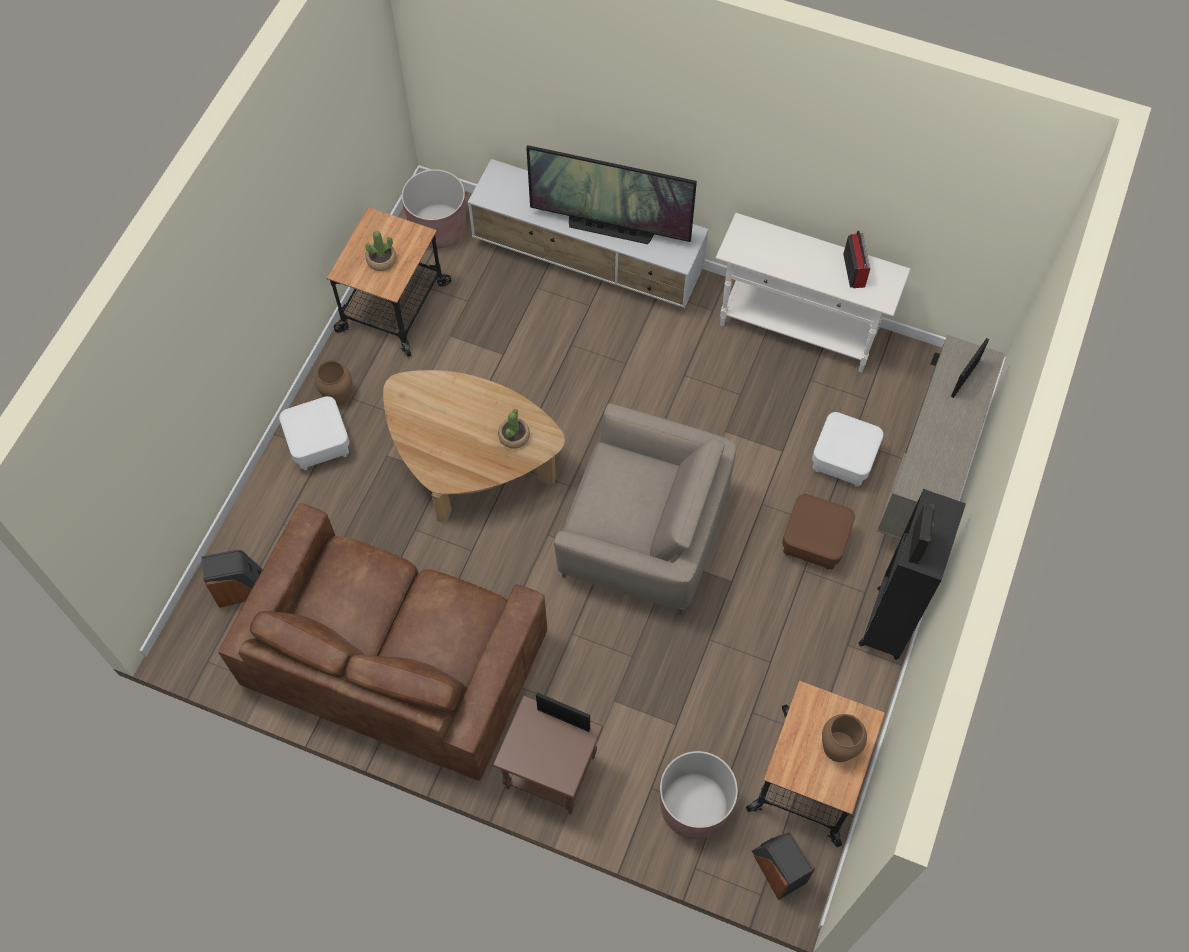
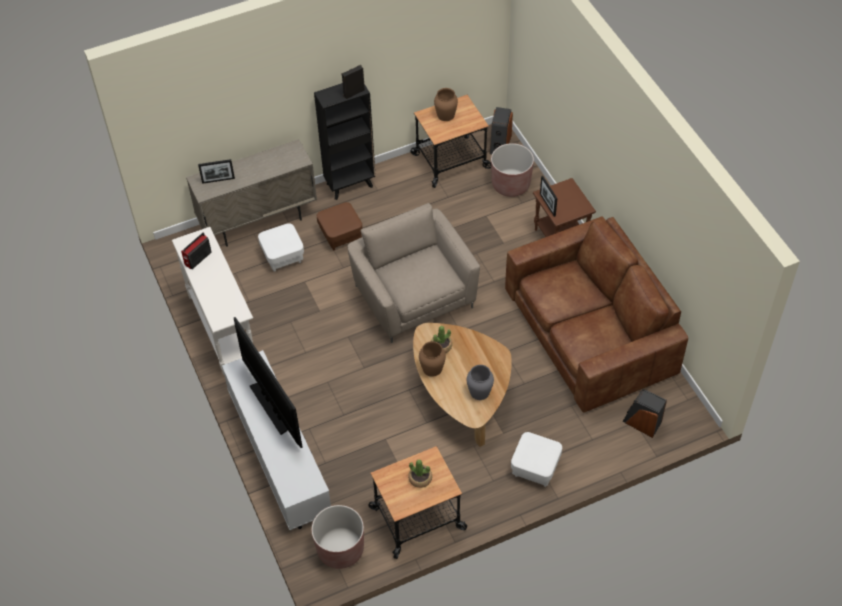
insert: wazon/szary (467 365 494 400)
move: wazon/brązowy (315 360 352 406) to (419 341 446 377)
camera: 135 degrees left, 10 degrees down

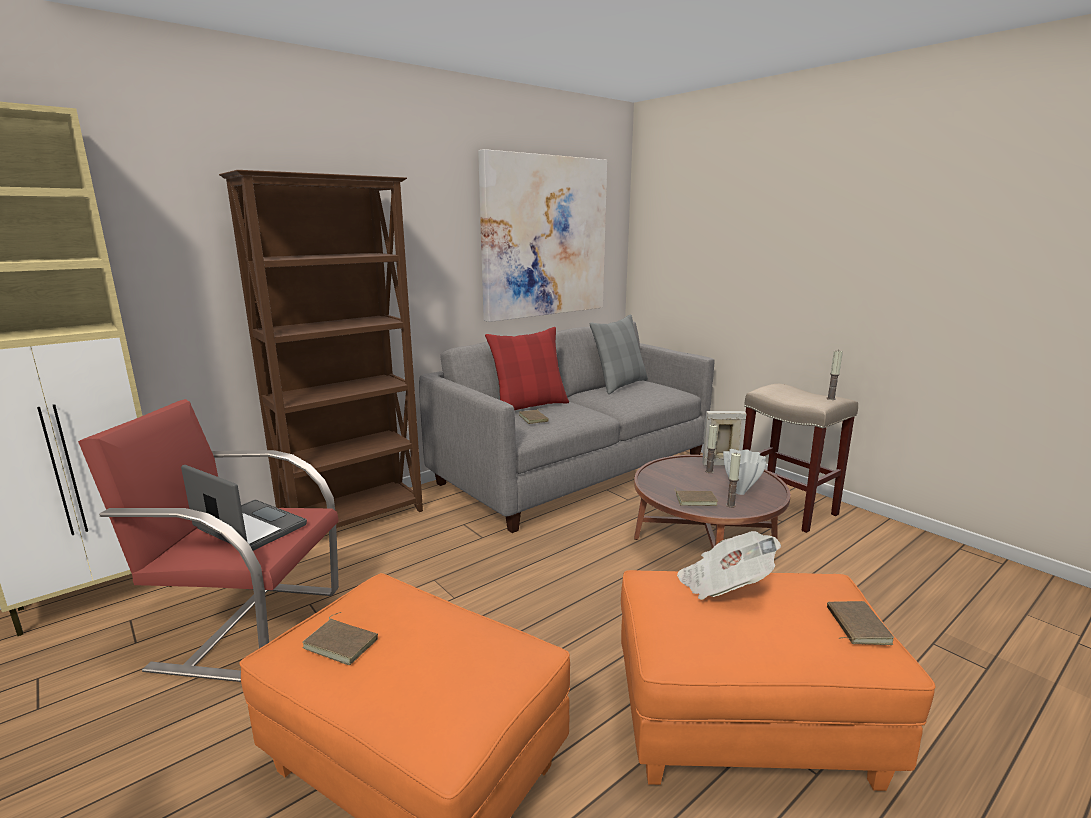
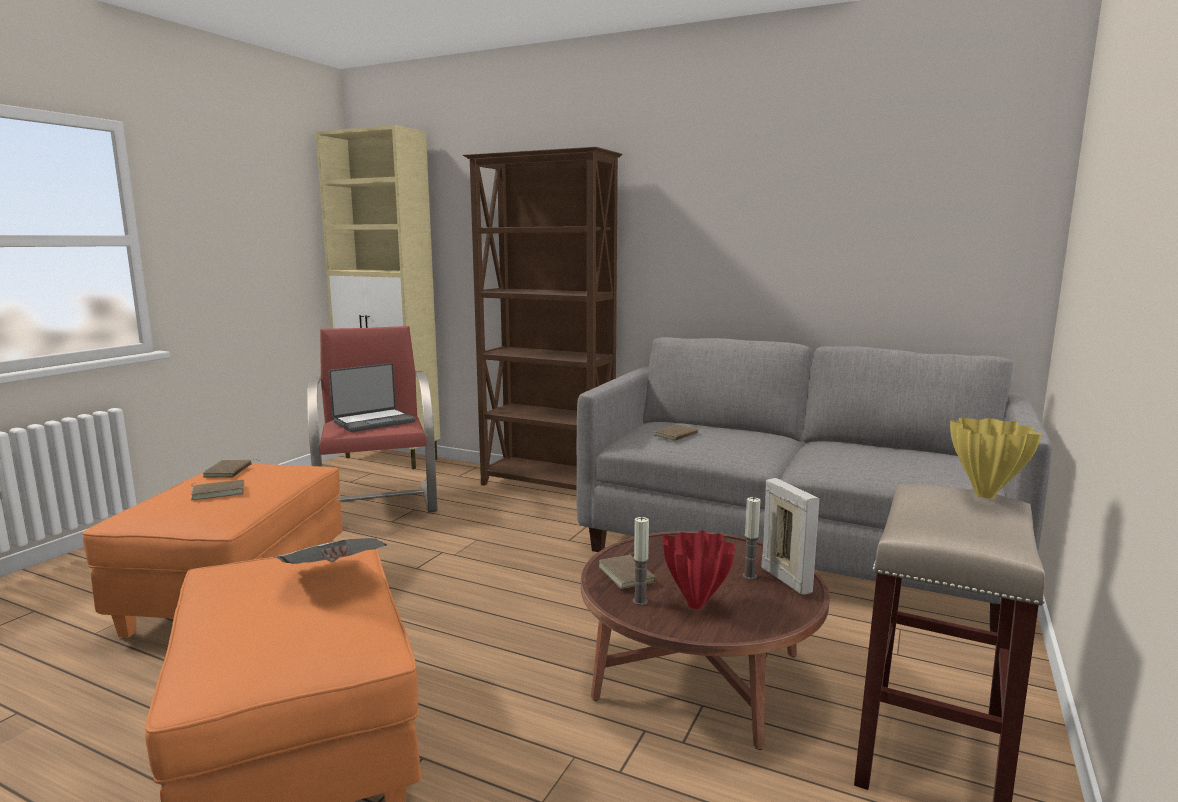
delete: obraz (478 149 607 322); poduszka/czerwony (485 327 569 410); poduszka/szary (589 314 648 394); świeca (827 350 843 400)
insert: wazon/żółty (950 418 1041 498)
move: książka/brązowy (827 601 894 645) to (191 480 244 500)
recolor: wazon/biały (723 449 766 495) to wazon/czerwony (662 531 735 609)
rotate: laptop (181 465 307 551) = (329 363 416 432) 45 degrees clockwise
camera: 65 degrees right, 5 degrees down

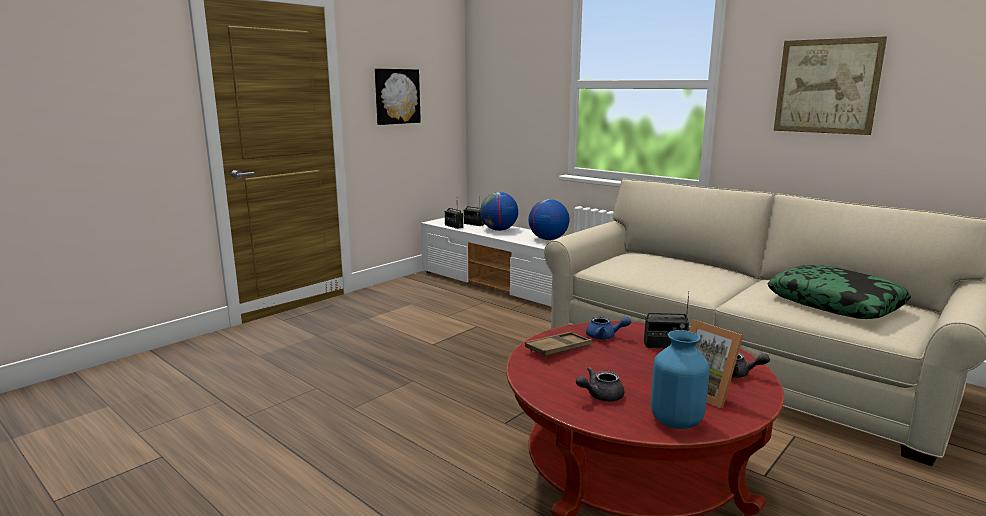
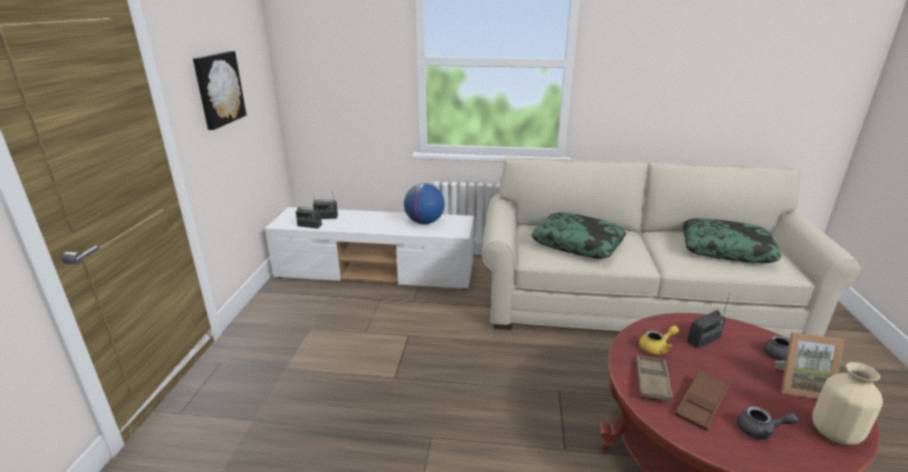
delete: globus (480 192 518 231); obraz (774 36 887 135)
insert: poduszka (531 212 626 259); taca/brązowy (675 371 730 431)
recolor: imbryk/niebieski (586 316 631 339) to imbryk/żółty (639 325 679 355); wazon/niebieski (651 330 710 429) to wazon/beżowy (812 362 883 445)
rotate: imbryk/szary (576 367 624 402) = (737 406 798 440) 105 degrees counterclockwise
camera: 35 degrees left, 10 degrees up

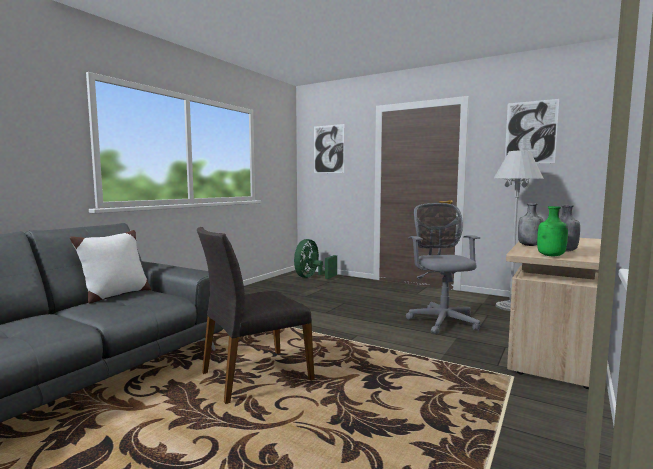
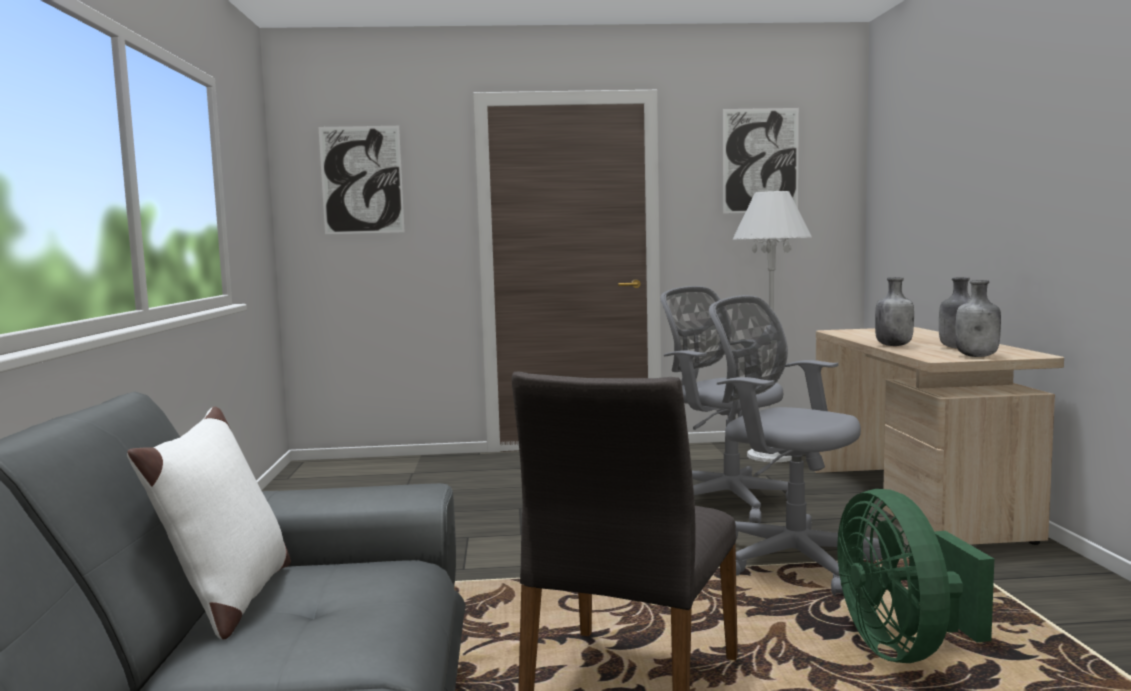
insert: krzesło biurowe/szary (709 295 882 595)
move: wentylator/zielony (294 239 337 279) to (837 489 994 663)
recolor: butelka/zielony (537 206 568 256) to butelka/szary (955 280 1001 357)
camera: 35 degrees left, 0 degrees up

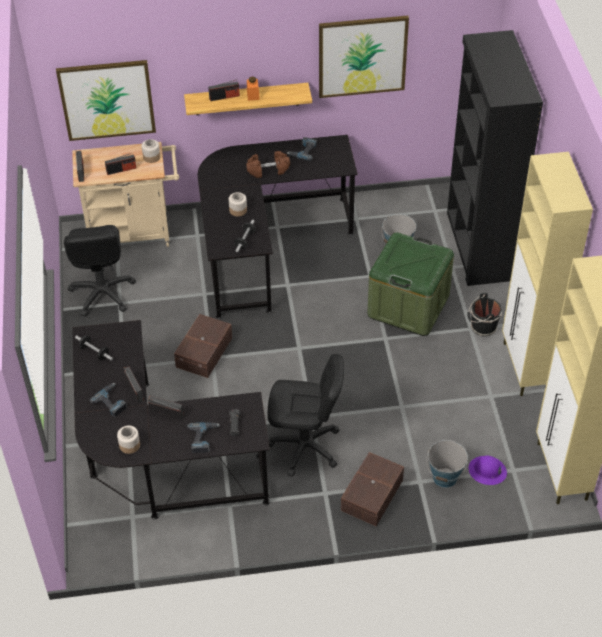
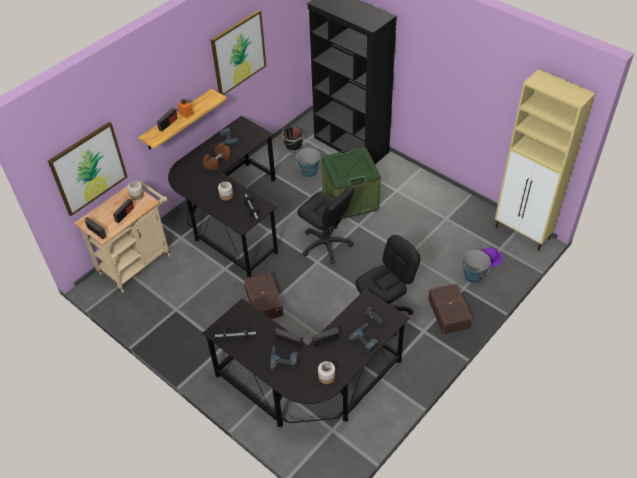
delete: szafka/beżowy (502 152 593 396)
move: krzesło biurowe/czarny (64 225 136 316) to (297 186 355 264); wiadro/czarny (468 293 502 336) to (281 125 303 152)
camera: 40 degrees left, 0 degrees up

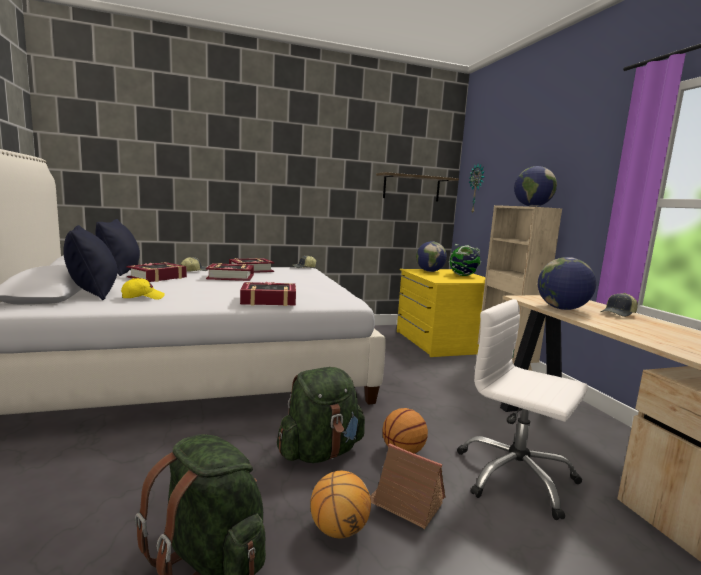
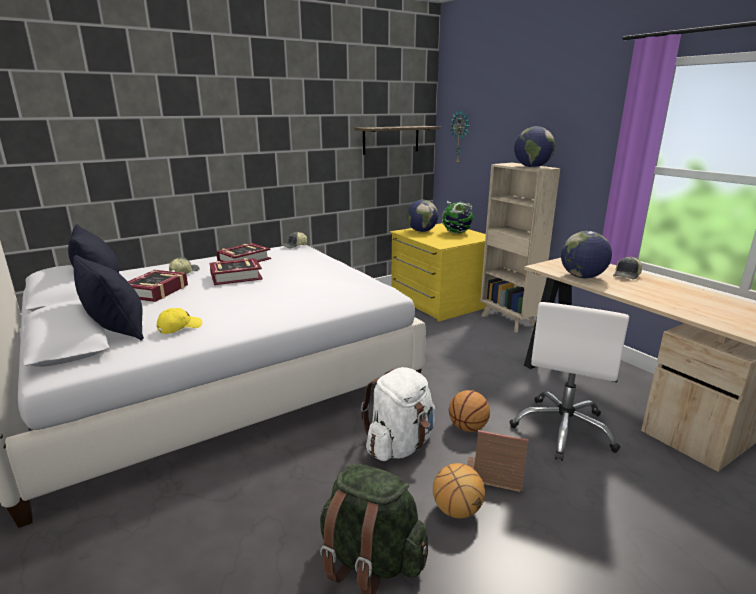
delete: książka (240 282 296 306)
recolor: plecak/zielony (277 367 365 463) to plecak/biały (361 367 435 461)
rotate: krzesło biurowe/biały (457 299 588 520) = (509 302 629 461) 90 degrees counterclockwise
camera: 15 degrees left, 10 degrees up

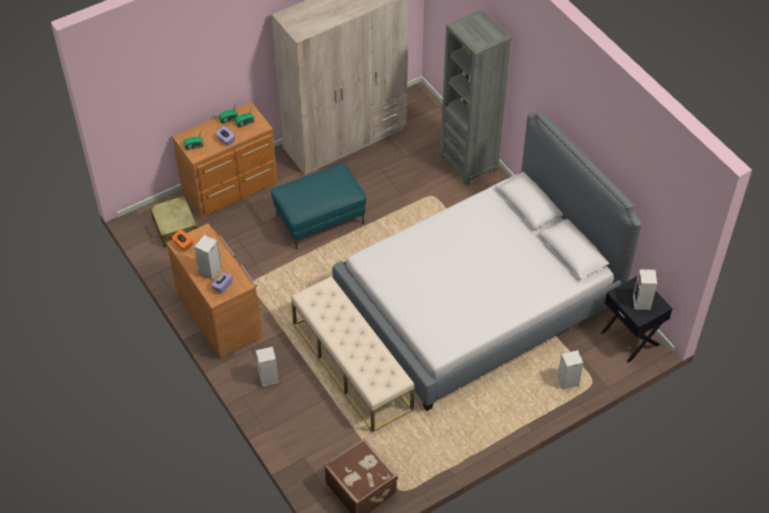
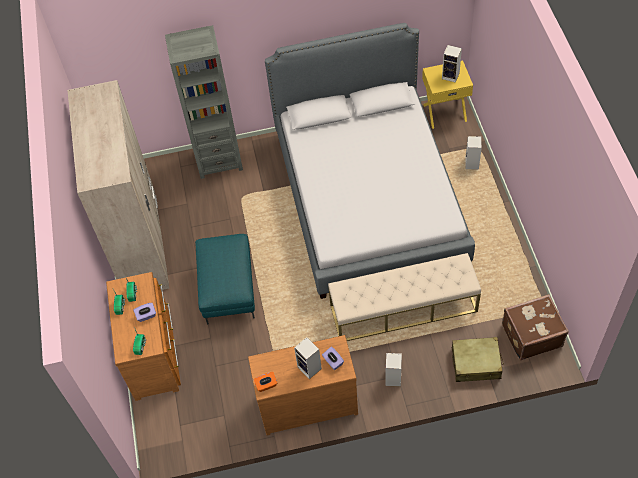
move: walizka/beżowy (150 196 197 247) to (452 337 504 382)
recolor: szafka nocna/czarny (601 276 673 363) to szafka nocna/żółty (422 60 473 129)
camera: 65 degrees left, 5 degrees up

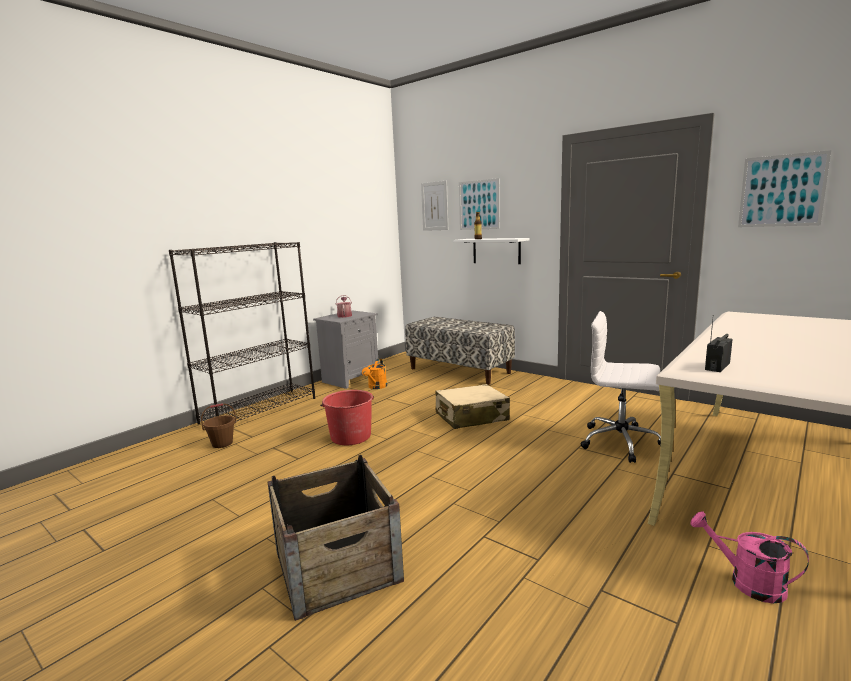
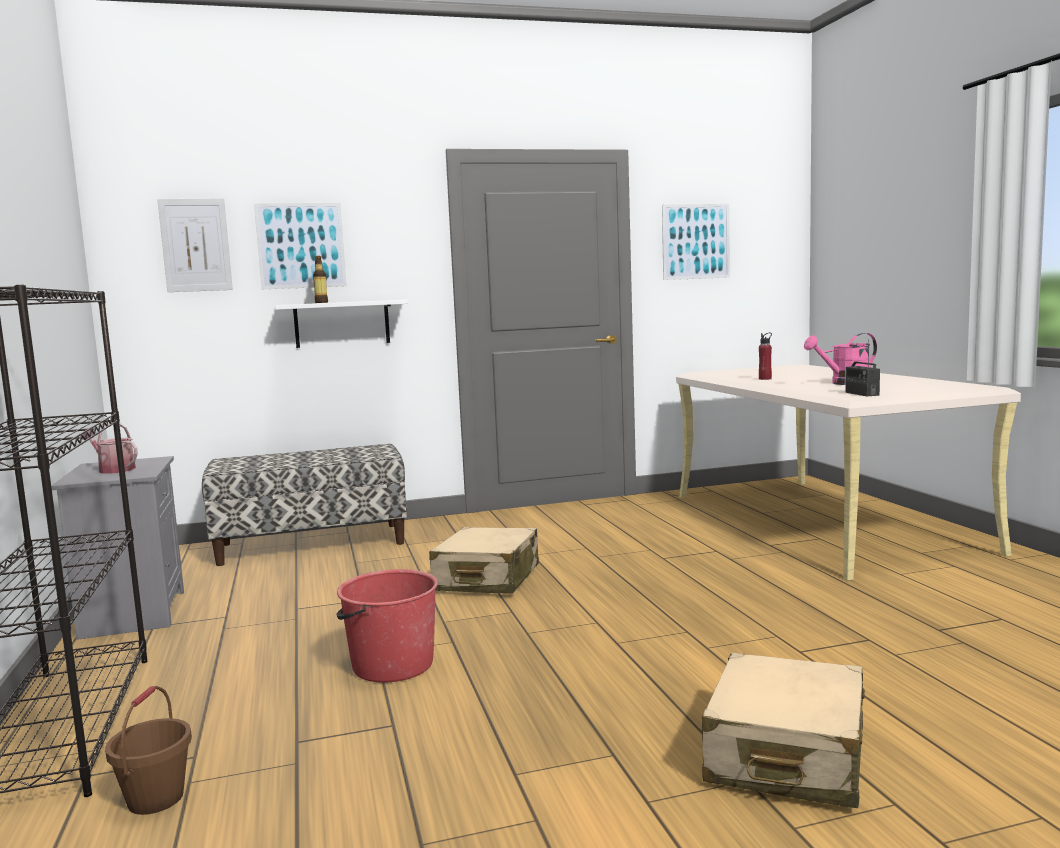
delete: konewka/pomarańczowy (362 358 387 389); krzesło biurowe/biały (581 311 661 463)
insert: butelka/czerwony (759 333 772 380)
move: konewka/różowy (691 511 809 604) to (804 333 877 385)
replace: skrzynka (268 455 404 621) to walizka/beżowy (702 653 865 808)
camera: 55 degrees left, 5 degrees down

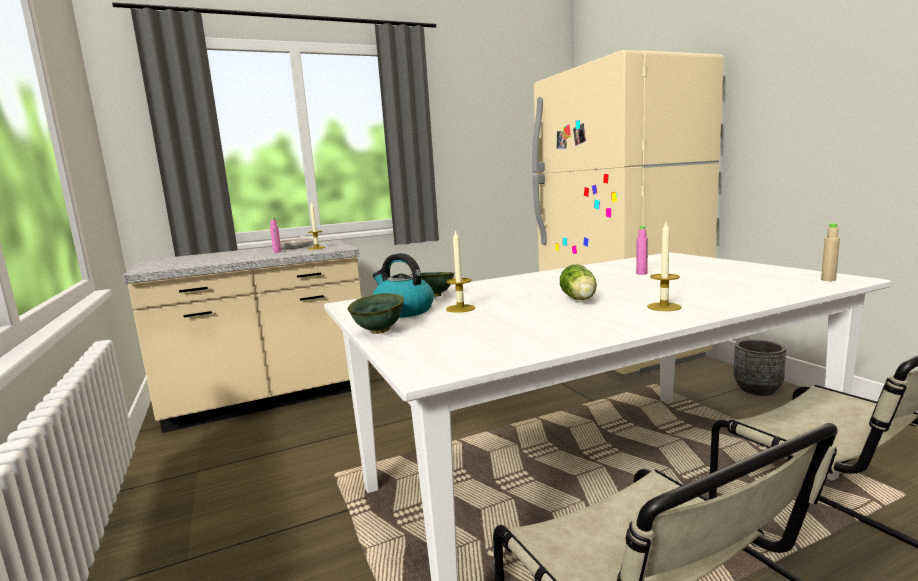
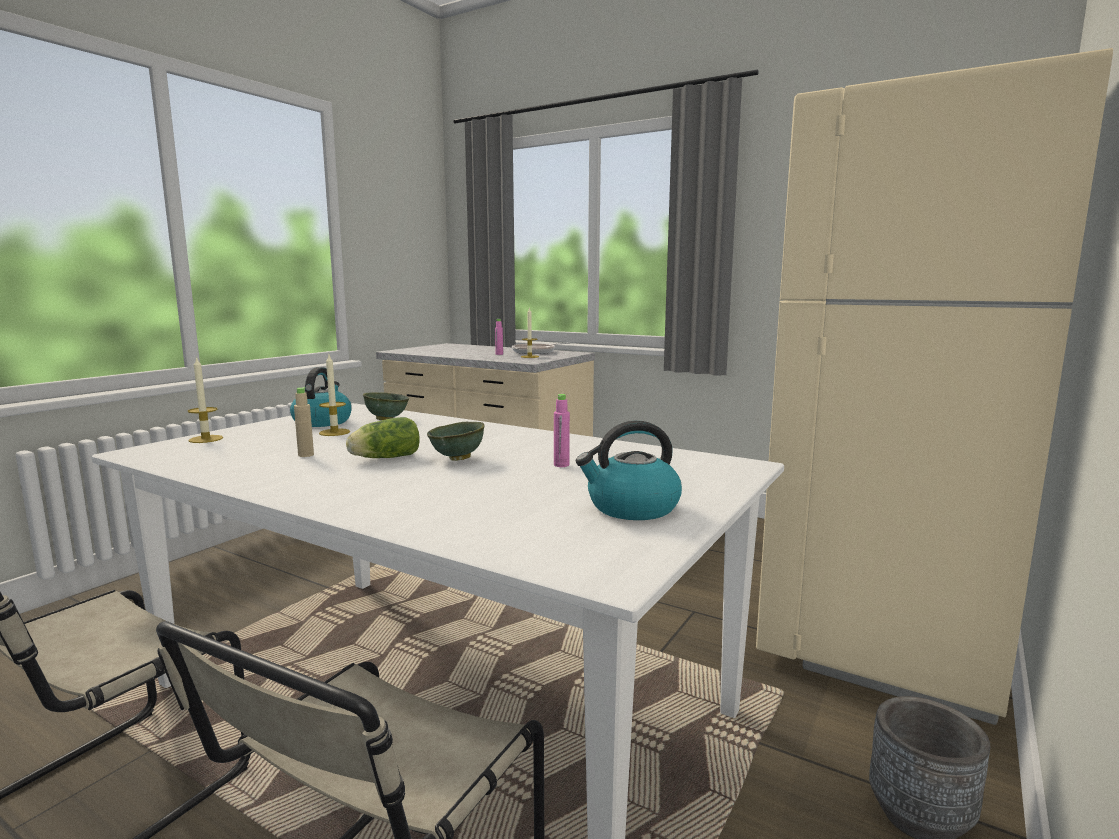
insert: czajnik (576 421 682 520)
move: miska/zielony (347 293 404 334) to (427 422 485 461); świeca (647 222 682 311) to (188 356 223 443); butelka/beżowy (821 223 840 281) to (294 387 314 457)
camera: 55 degrees right, 0 degrees up

